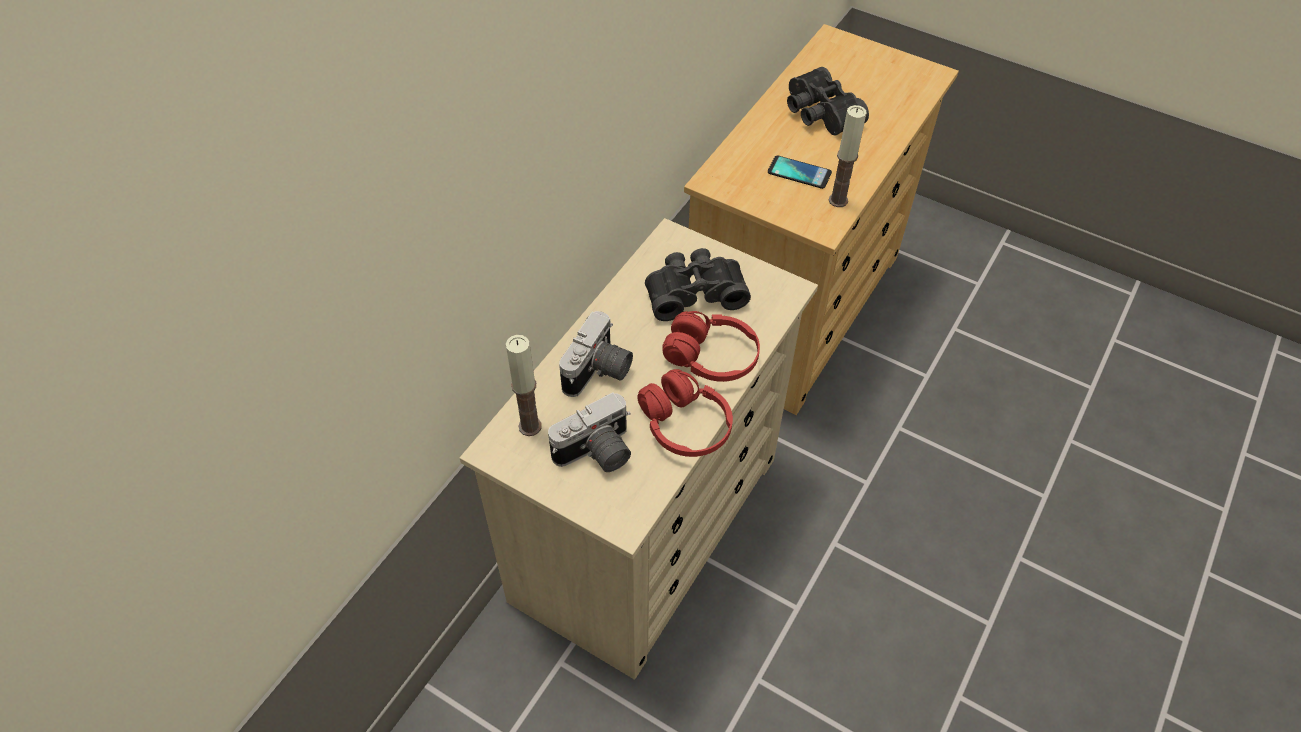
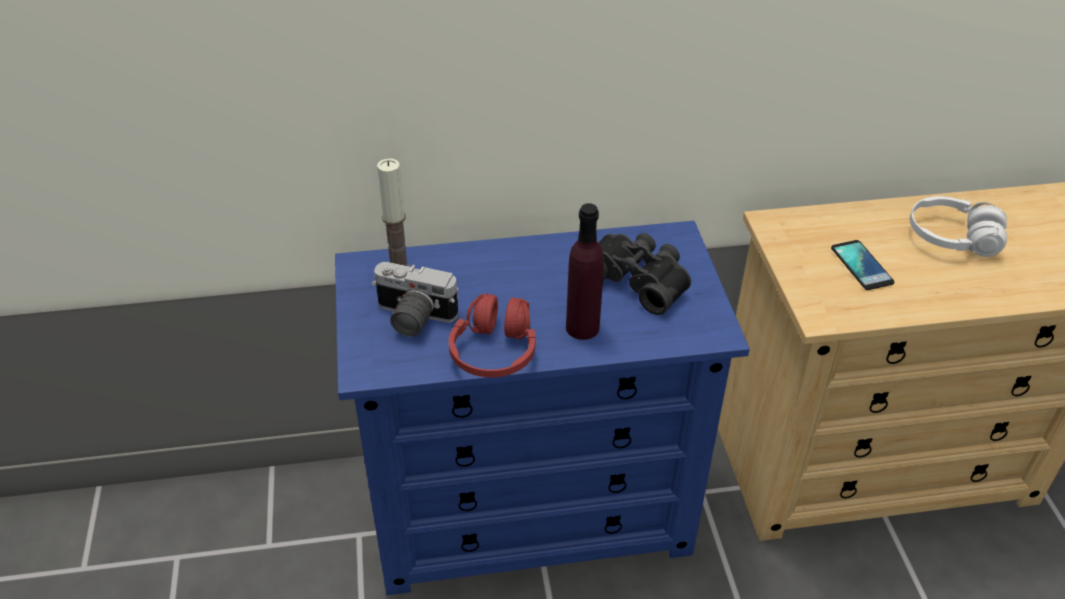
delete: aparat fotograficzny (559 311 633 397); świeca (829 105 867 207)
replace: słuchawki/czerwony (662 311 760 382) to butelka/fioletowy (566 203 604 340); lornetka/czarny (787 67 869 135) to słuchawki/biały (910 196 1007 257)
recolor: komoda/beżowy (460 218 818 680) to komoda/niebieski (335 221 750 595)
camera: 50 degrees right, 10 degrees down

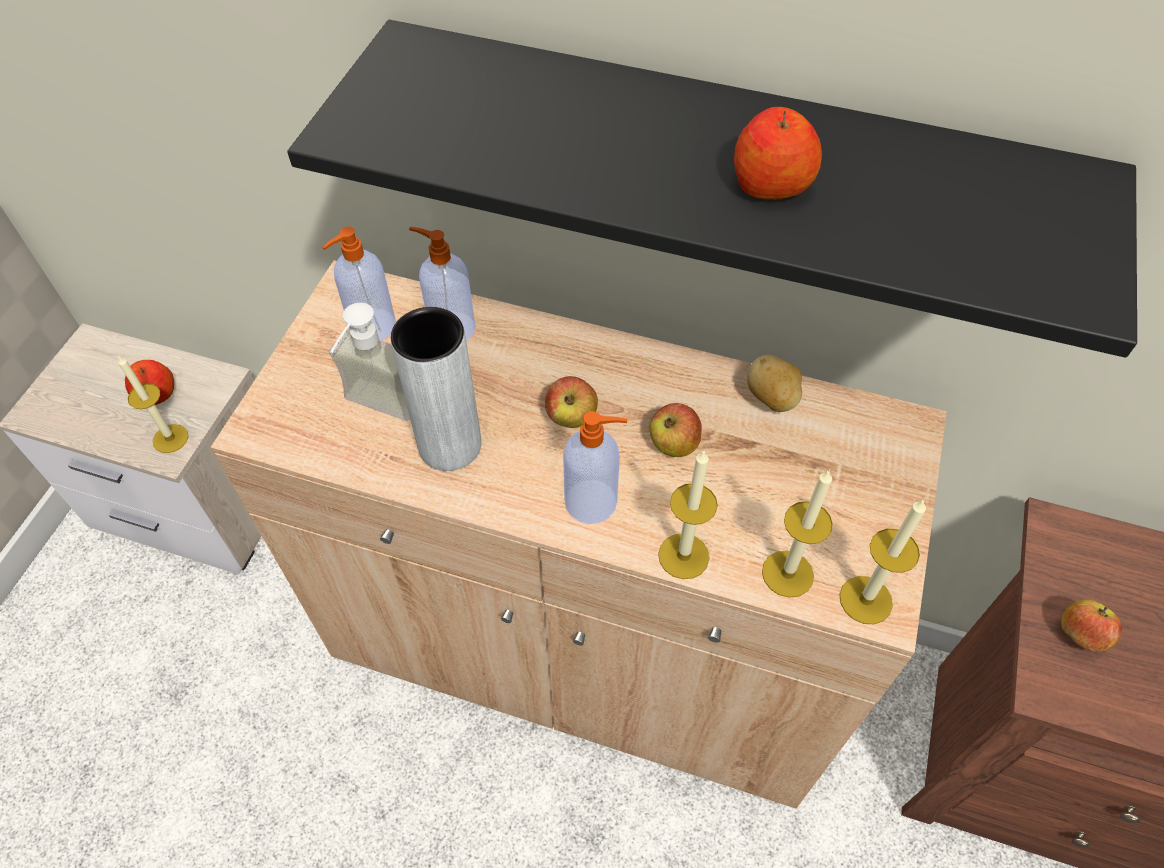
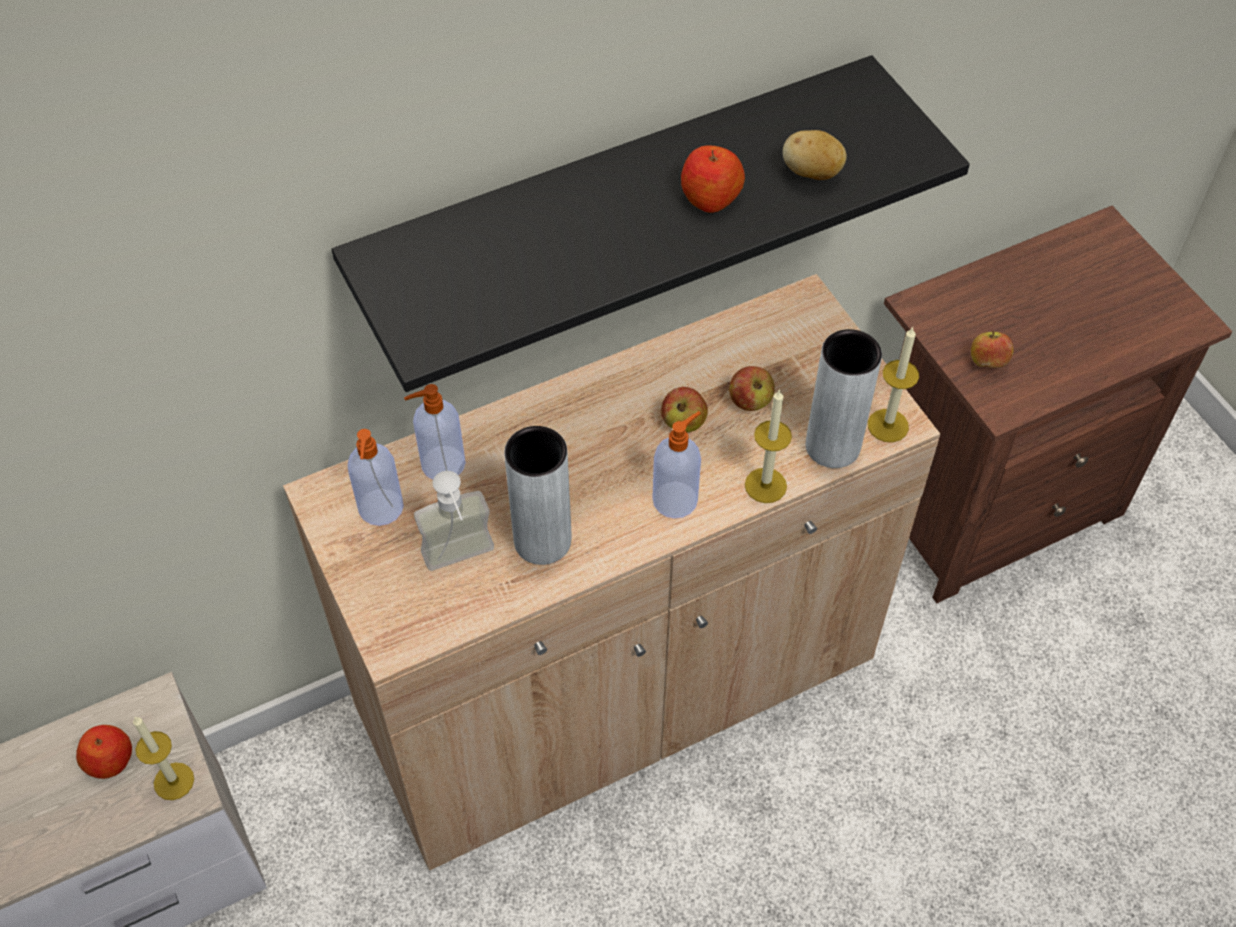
move: jabłko (545 376 598 428) to (729 366 775 411); ziemniak (747 354 802 412) to (783 130 847 180)
replace: świeca (762 470 833 598) to wazon/szary (806 329 882 468)
camera: 45 degrees left, 0 degrees up

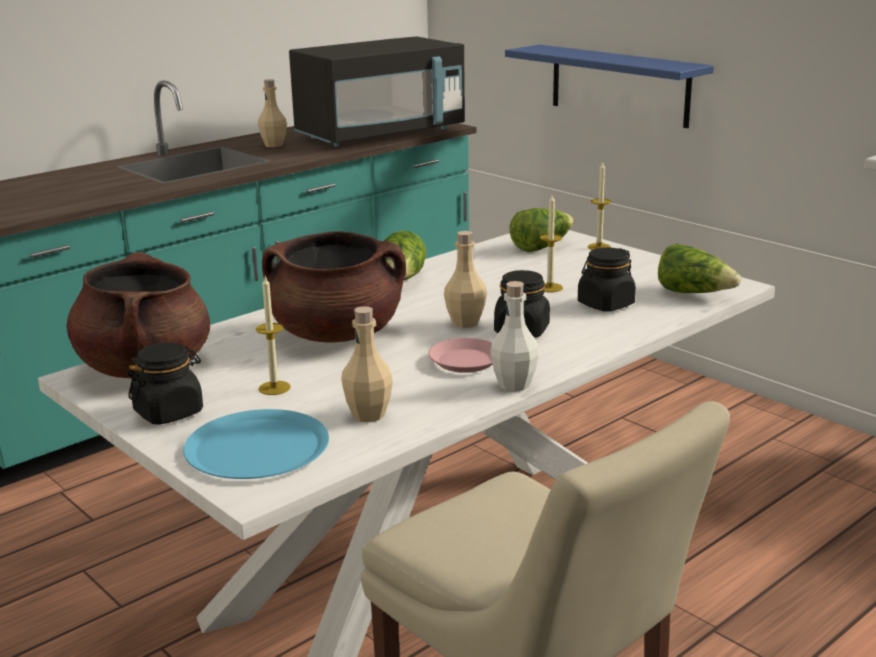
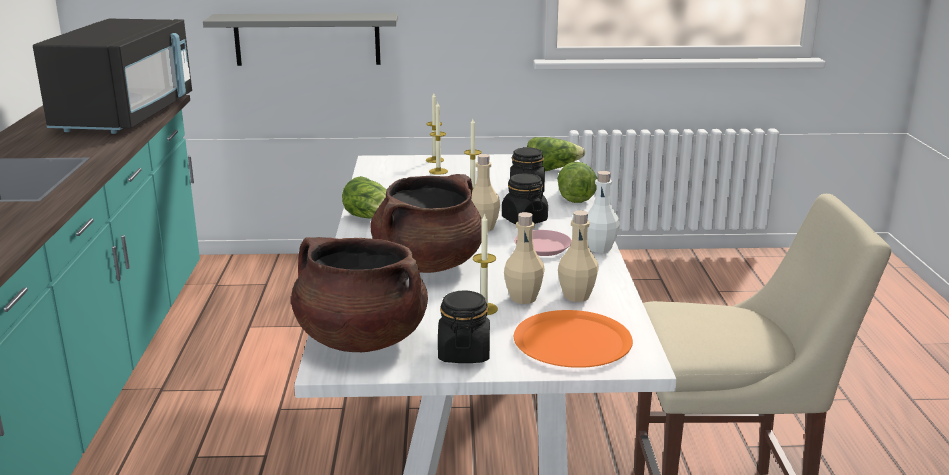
insert: świeca (429 101 448 175)
move: butelka/beżowy (258 80 287 147) to (504 212 545 304); sałata (510 208 574 252) to (557 162 597 203)
recolor: talerz/niebieski (183 409 329 479) to talerz/pomarańczowy (514 310 633 368); półka/niebieski (505 45 714 128) to półka/szary (203 13 398 66)
camera: 50 degrees left, 0 degrees up

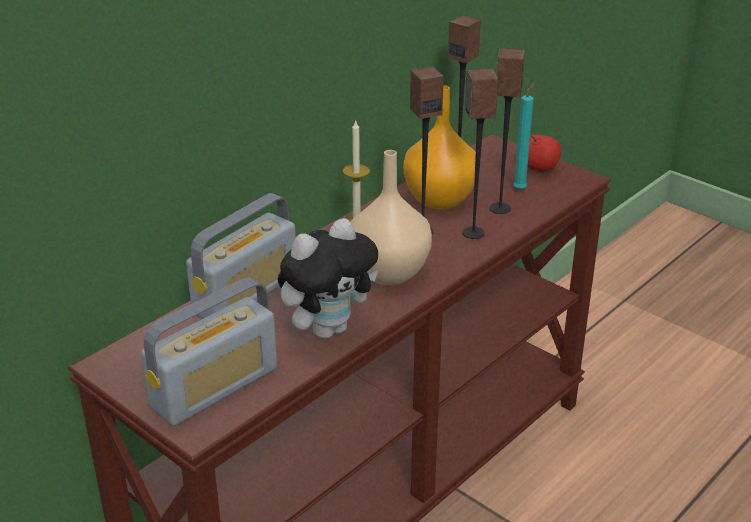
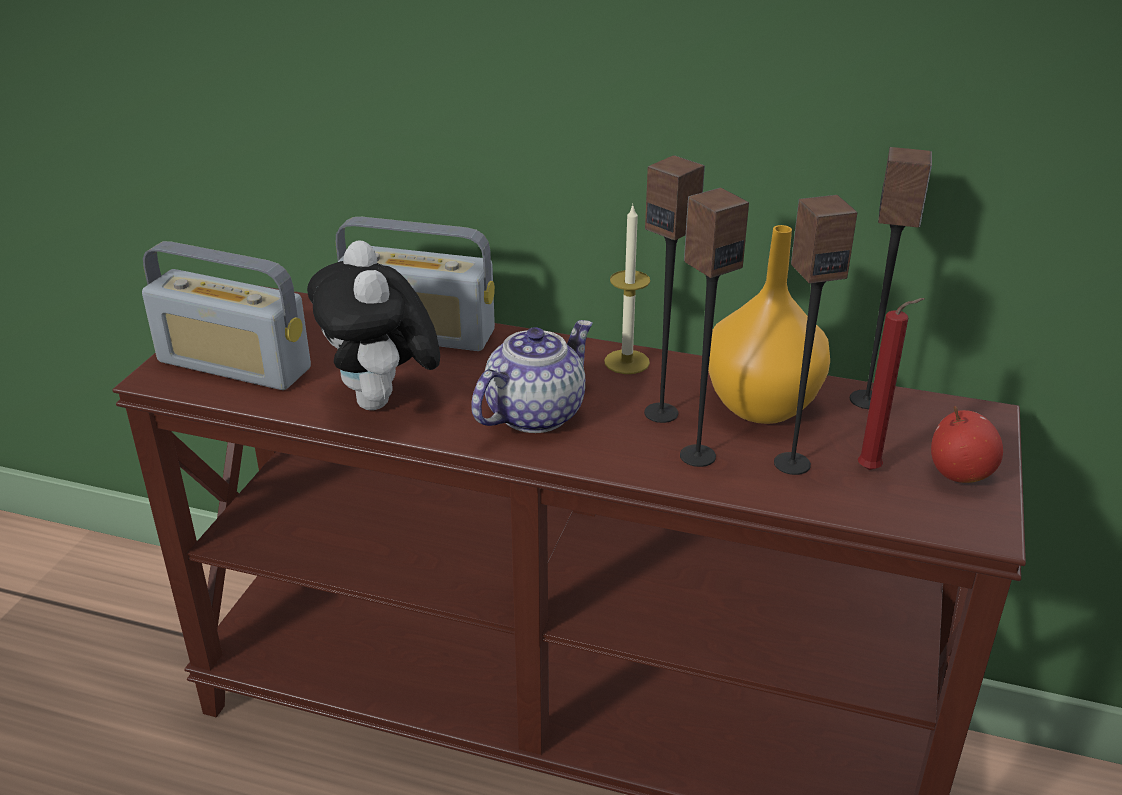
replace: wazon/beżowy (351 150 432 285) to imbryk (471 320 593 433)
recolor: świeca/turkusowy (513 82 535 190) to świeca/czerwony (858 298 925 470)
rotate: pluszak (278 218 378 339) = (307 240 440 410) 45 degrees clockwise
camera: 65 degrees right, 0 degrees up

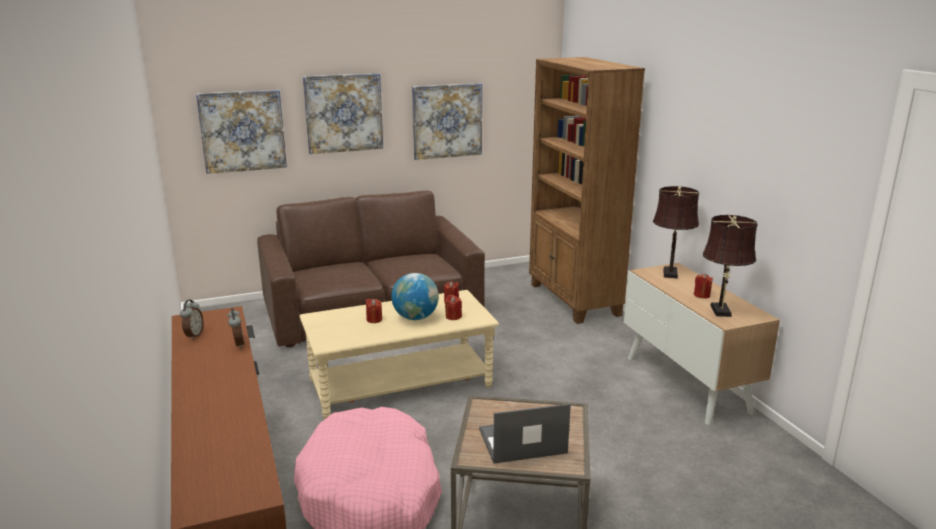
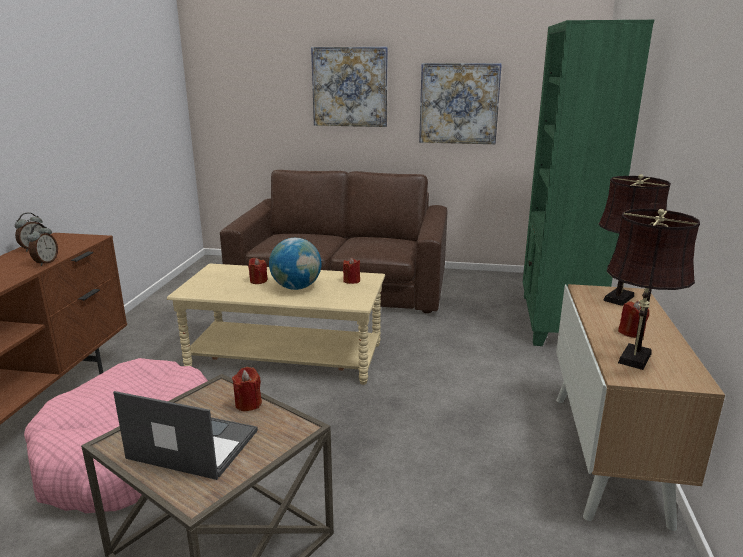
delete: obraz (196 90 287 174)
move: świeca/czerwony (445 295 462 320) to (232 367 262 411)
recolor: regał/brązowy (529 57 645 324) to regał/zielony (523 20 654 346)
camera: 30 degrees right, 0 degrees up

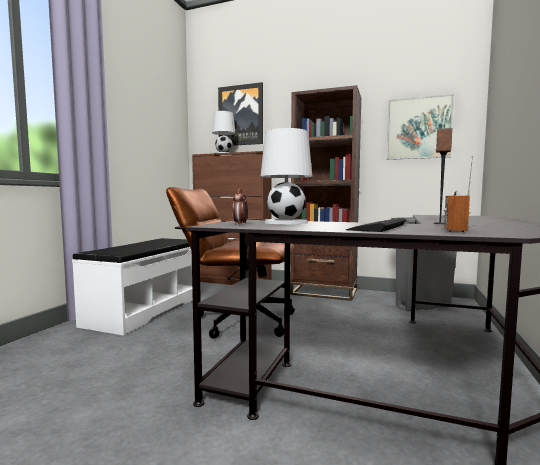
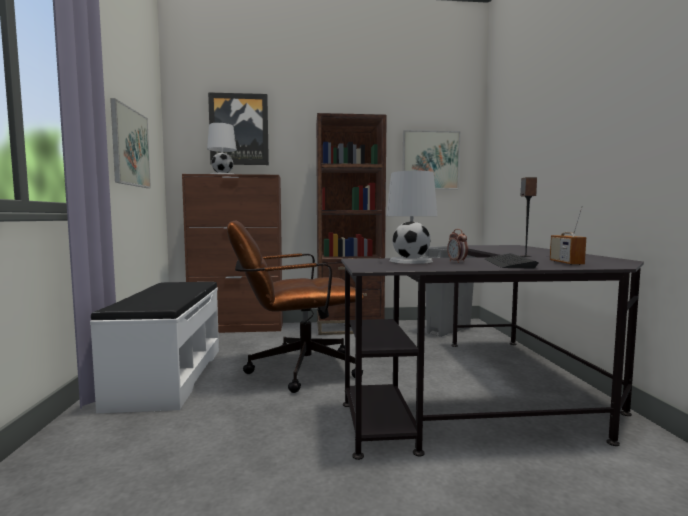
insert: obraz (110 98 151 188)
move: budzik (232 189 248 225) to (447 229 468 263)
camera: 25 degrees left, 0 degrees up

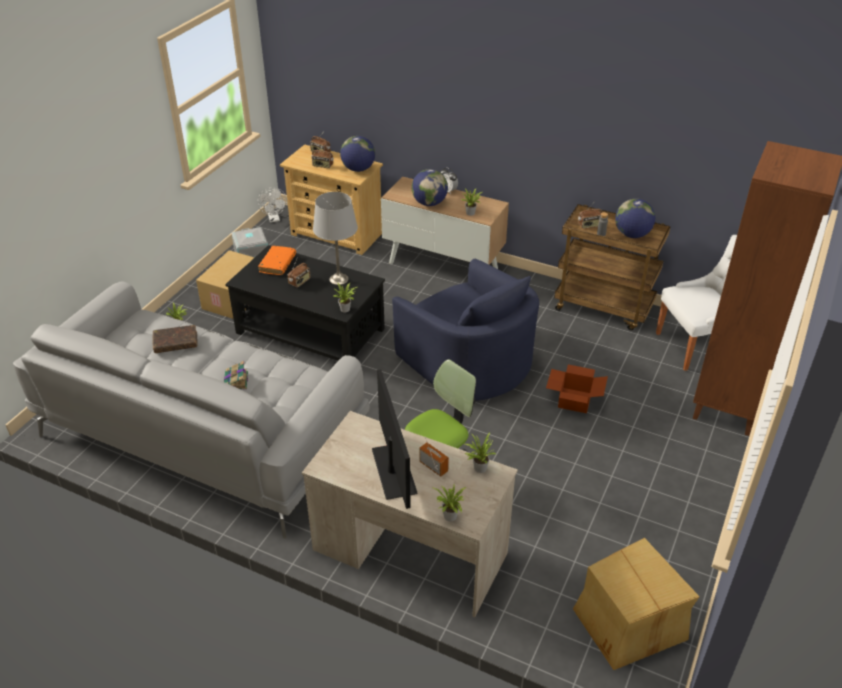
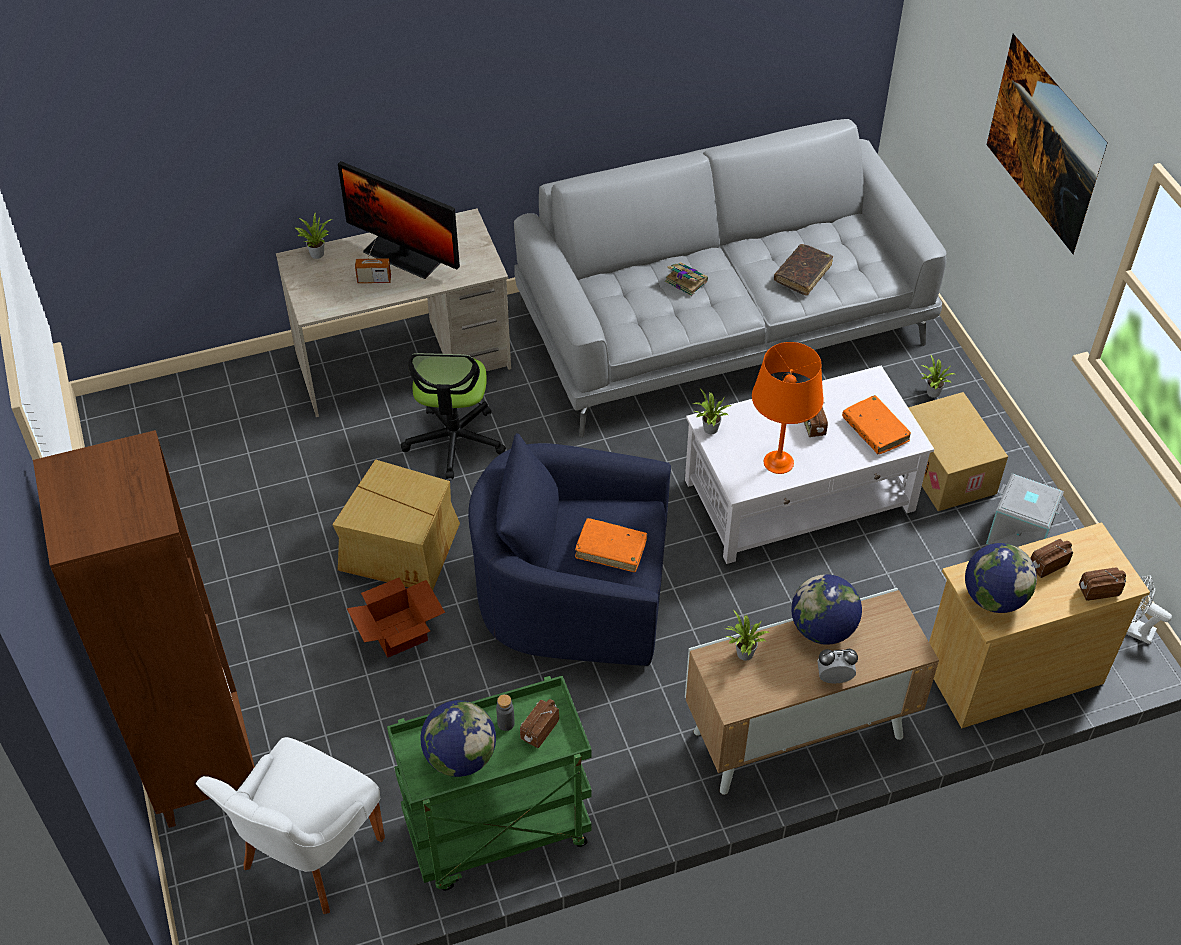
delete: roślina doniczkowa (464 432 496 473)
insert: książka/pomarańczowy (575 518 647 572); obraz (987 34 1107 255)
move: karton (573 538 700 670) to (332 459 460 590)
recolor: ława/czarny (225 245 385 361) to ława/biały (685 366 934 564); lampa stołowa/szary (313 192 358 285) to lampa stołowa/pomarańczowy (752 342 824 474); wózek/brązowy (554 204 671 331) to wózek/zielony (387 675 592 890)
camera: 135 degrees right, 10 degrees up

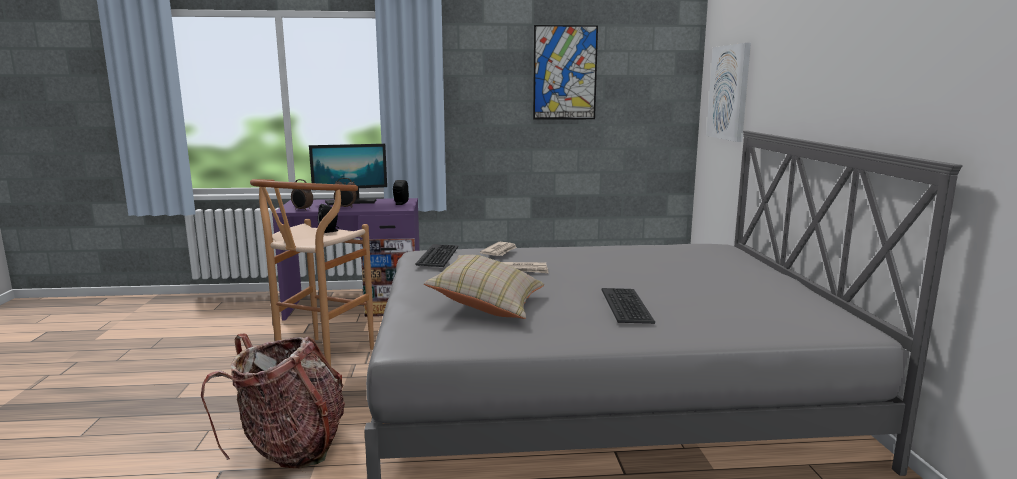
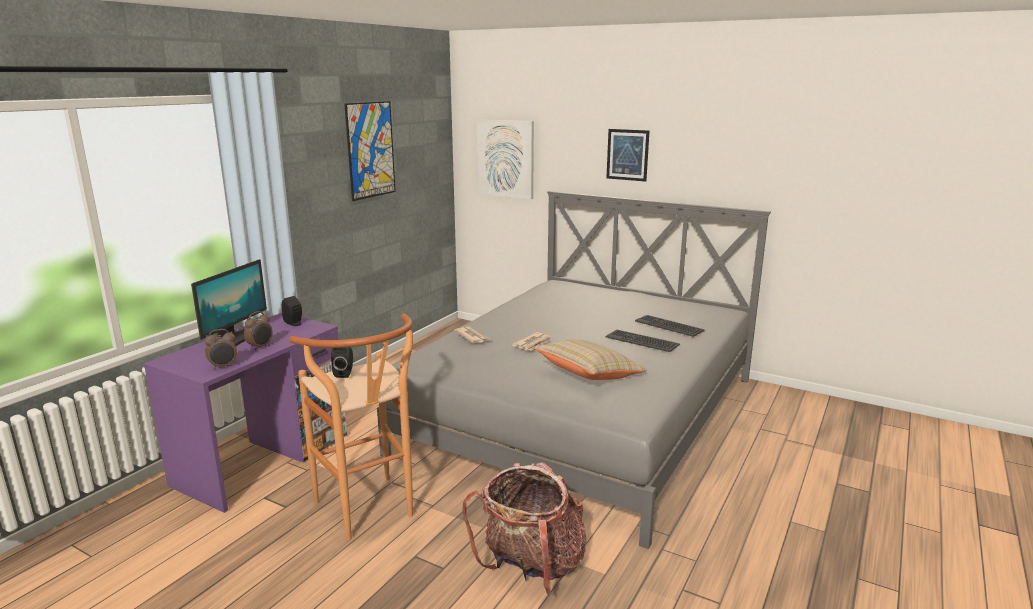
insert: obraz (606 129 649 182)
move: klawiatura (415 244 458 267) to (635 315 705 337)
camera: 55 degrees left, 5 degrees up

